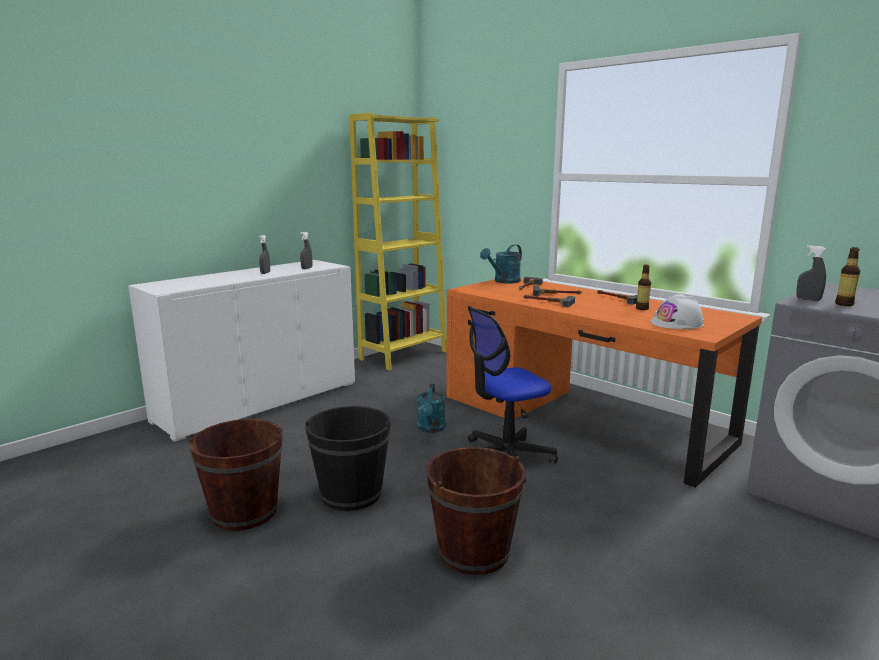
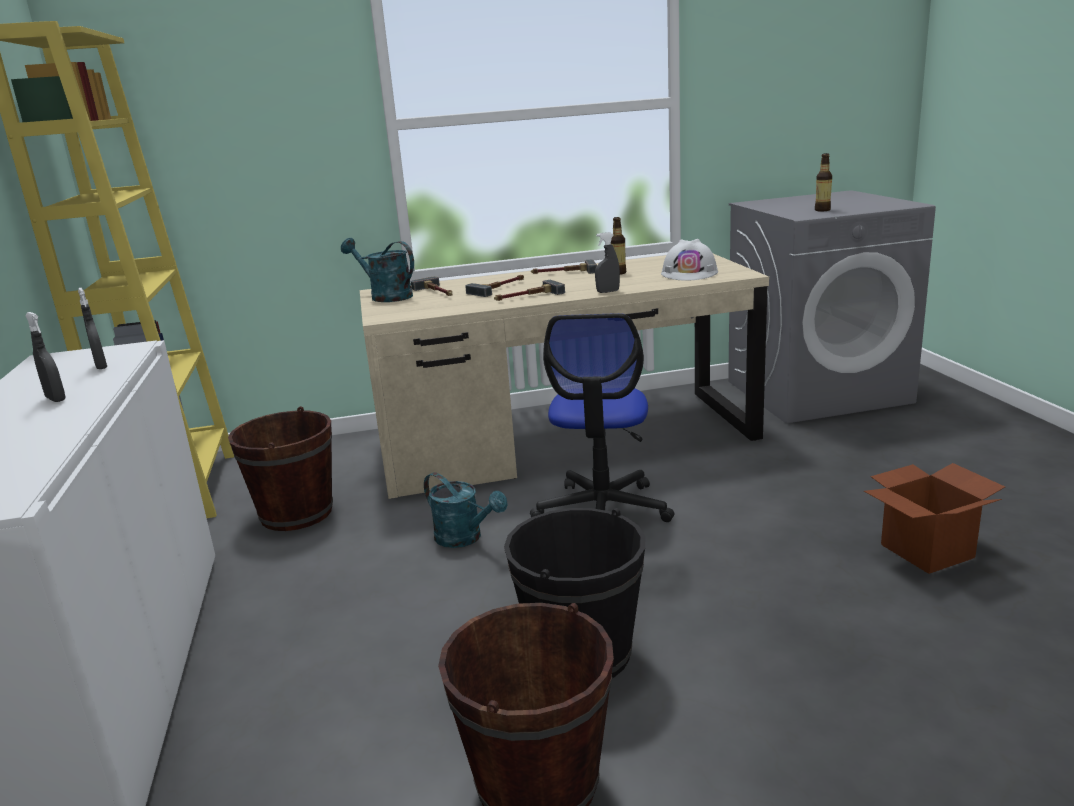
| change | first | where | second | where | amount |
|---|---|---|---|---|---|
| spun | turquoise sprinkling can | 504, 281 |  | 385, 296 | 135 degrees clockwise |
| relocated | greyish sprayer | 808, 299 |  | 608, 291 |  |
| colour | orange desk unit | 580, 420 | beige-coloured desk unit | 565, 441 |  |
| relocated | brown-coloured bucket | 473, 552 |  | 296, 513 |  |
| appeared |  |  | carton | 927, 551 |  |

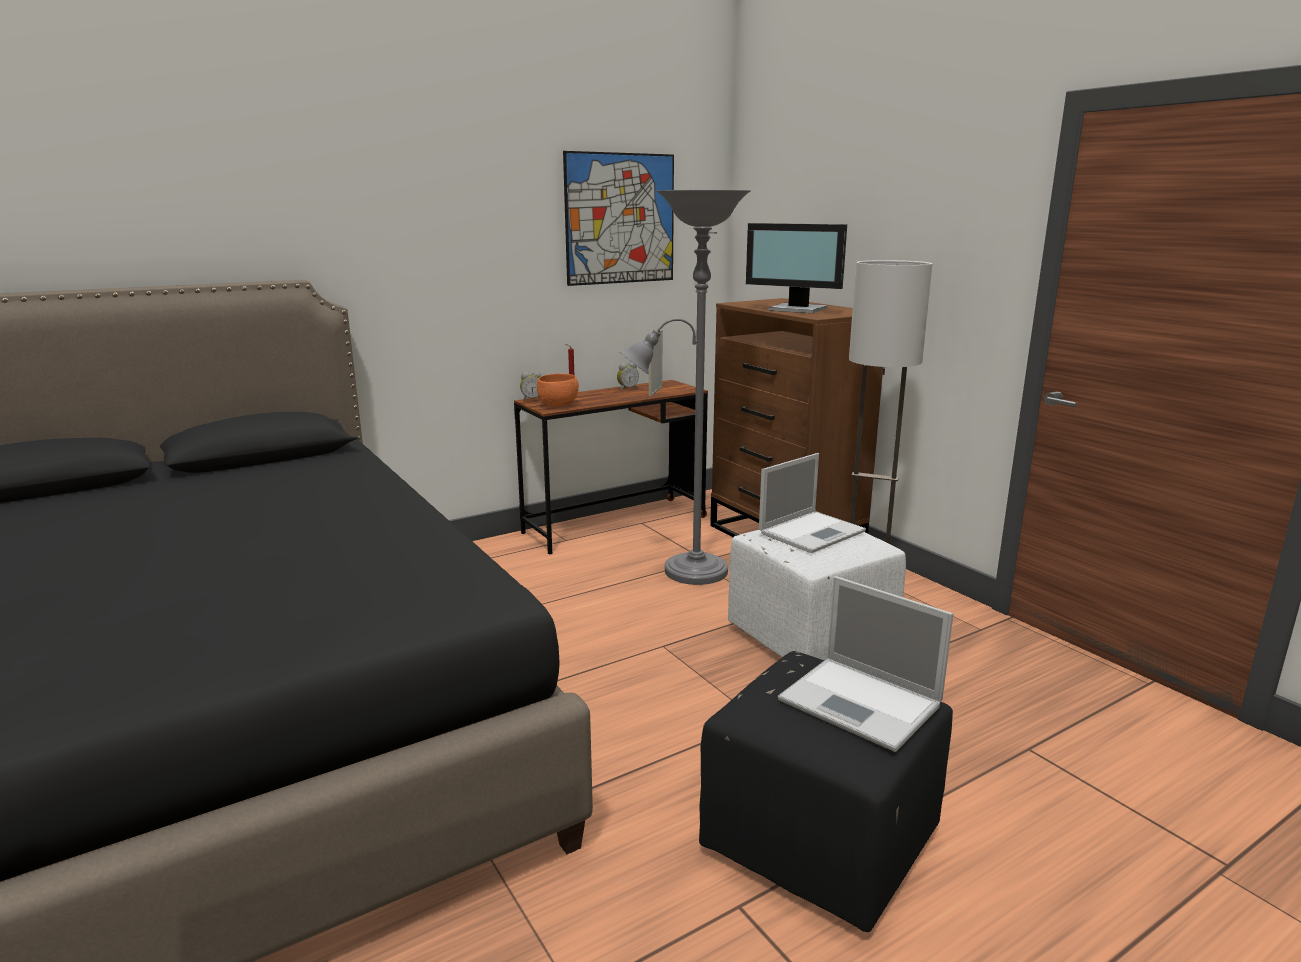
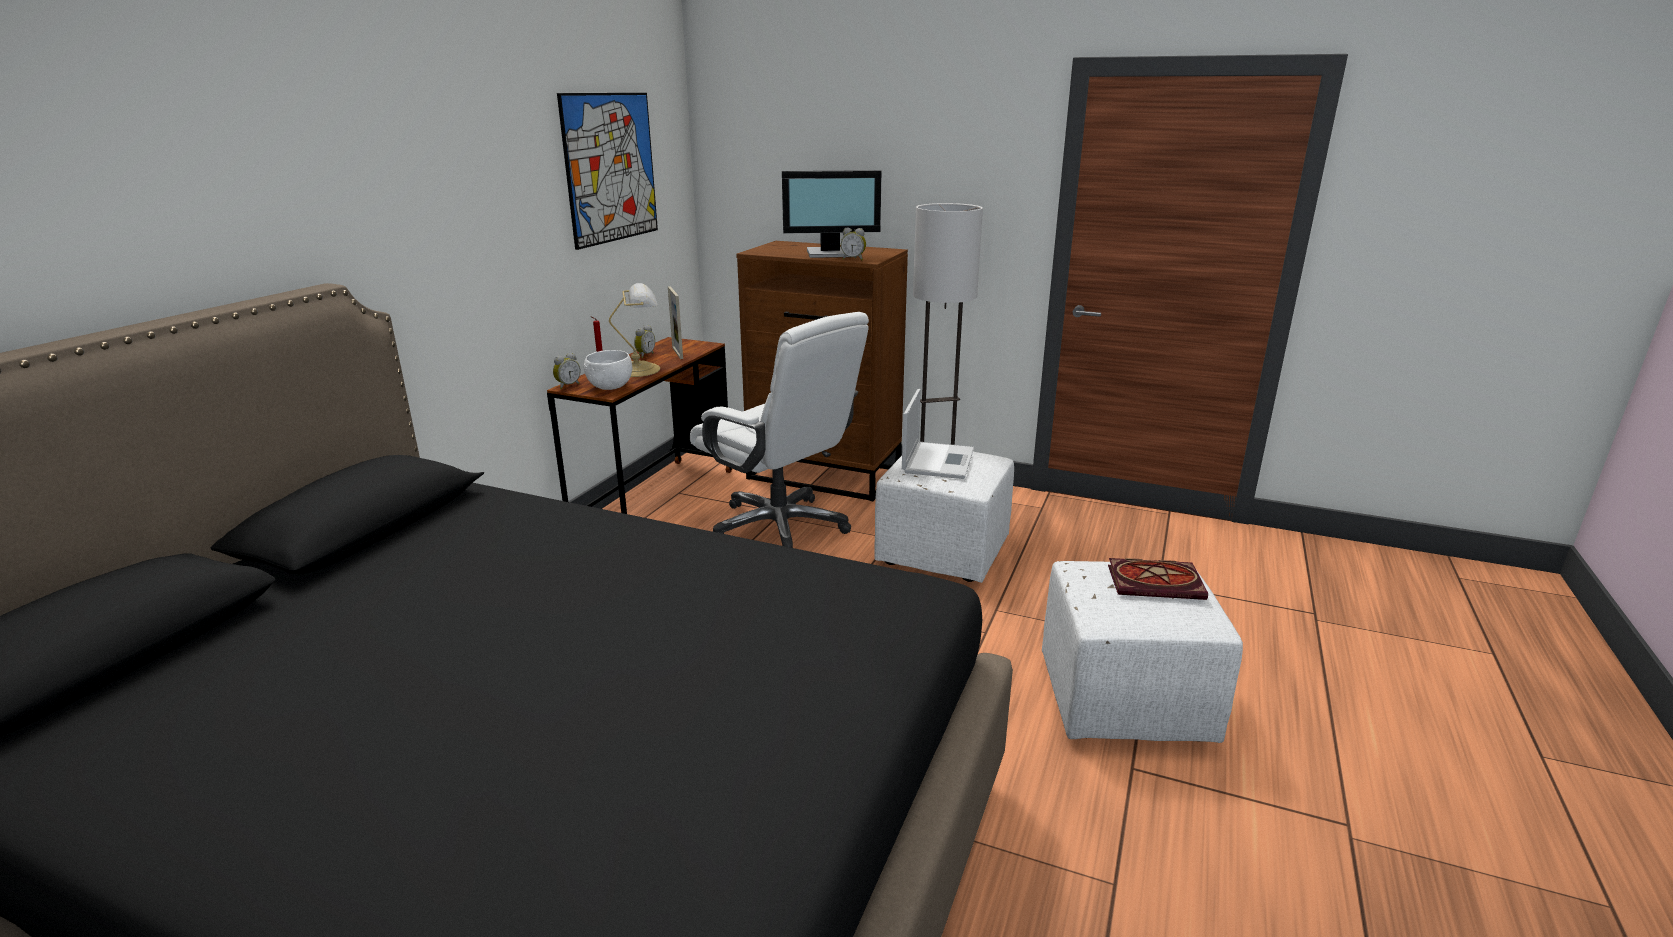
| change | first | where | second | where | amount |
|---|---|---|---|---|---|
| exchanged | greyish floor lamp | 687, 572 | white-coloured computer chair | 780, 528 |  |
| colour | orange serving bowl | 557, 405 | white-coloured serving bowl | 609, 387 |  |
| exchanged | notebook computer | 862, 703 | volume | 1157, 582 |  |
| colour | black-coloured ottoman | 823, 842 | white-coloured ottoman | 1126, 700 |  |
| appeared |  |  | alarm clock | 853, 259 |  |
| appeared |  |  | table lamp | 639, 369 |  |

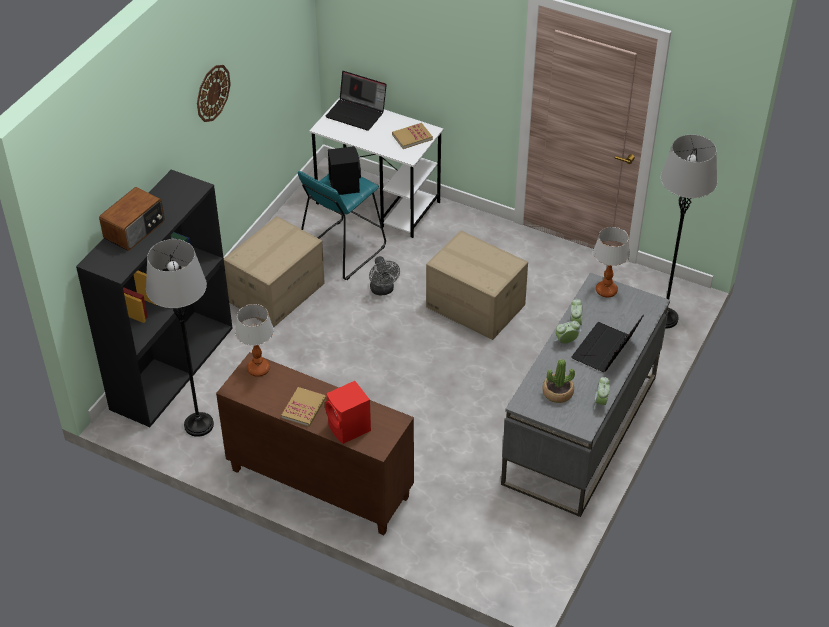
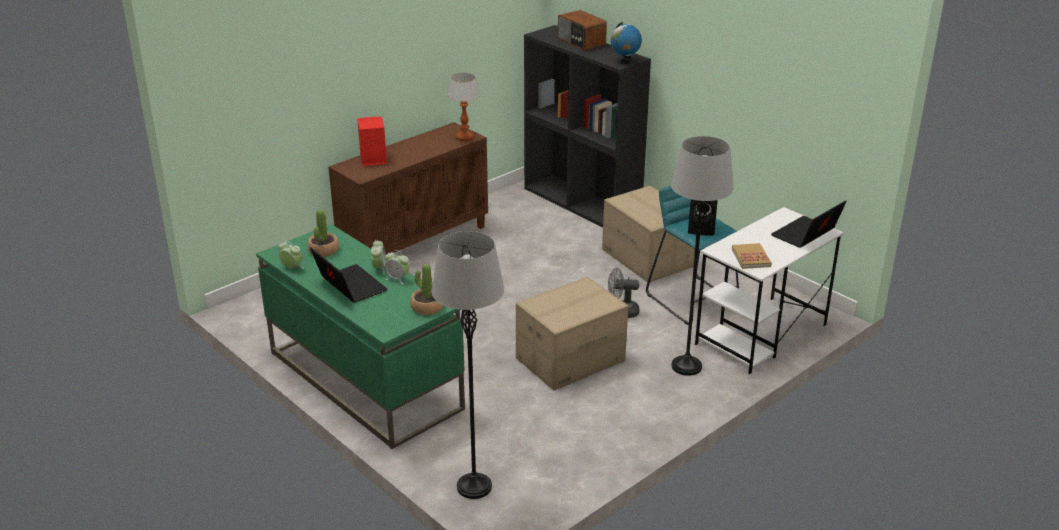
| change | first | where | second | where | amount |
|---|---|---|---|---|---|
| missing | wall clock | 212, 93 |  |  |  |
| exchanged | table lamp | 606, 291 | potted plant | 427, 307 |  |
| relocated | greyish floor lamp | 199, 425 |  | 686, 366 |  |
| colour | greyish desk unit | 580, 431 | green-coloured desk unit | 364, 380 |  |
| missing | volume | 303, 408 |  |  |  |
| appeared |  |  | desk globe | 625, 62 |  |

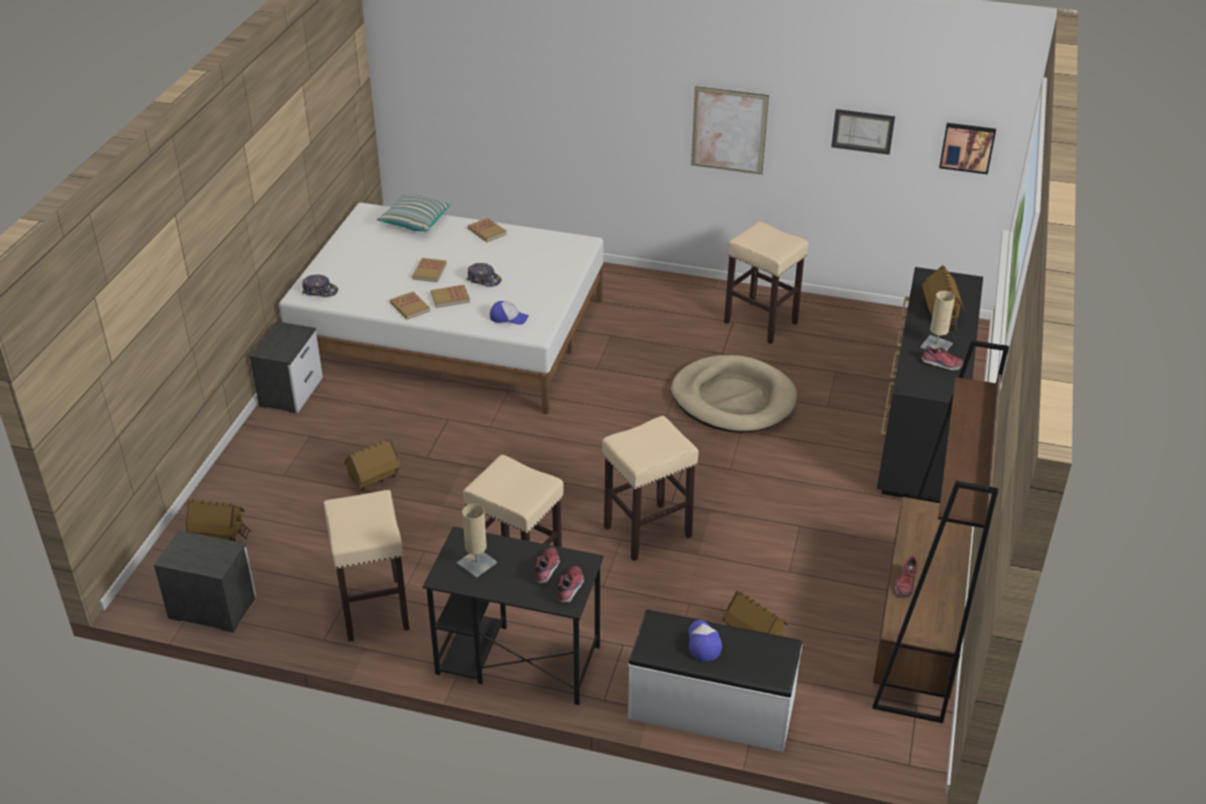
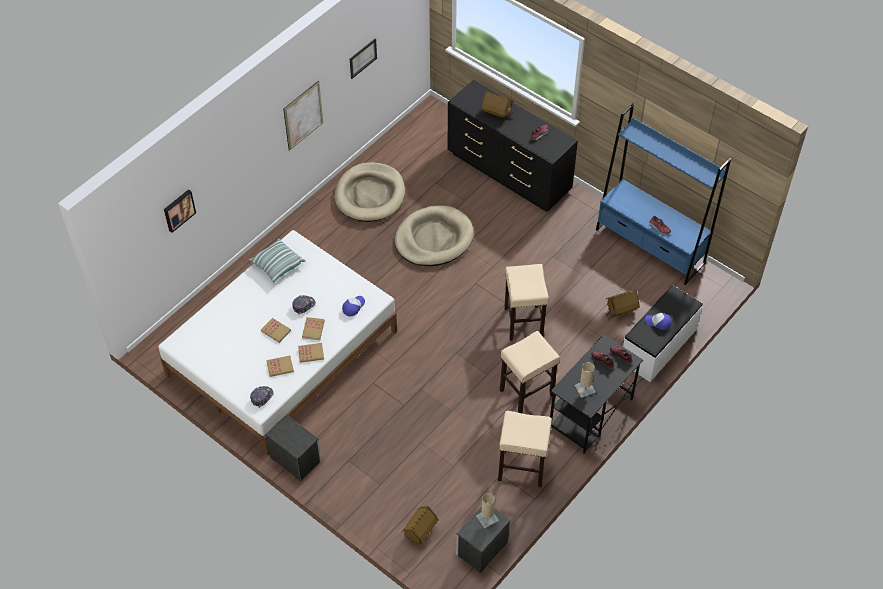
| change | first | where | second | where | amount |
|---|---|---|---|---|---|
| relocated | wall art | 967, 147 |  | 178, 210 |  |
| relocated | pillow | 414, 222 |  | 277, 265 |  |
| relocated | volume | 487, 231 |  | 280, 367 |  |
| exchanged | beige-coloured stool seat | 761, 323 | beige-coloured pet bed | 370, 195 |  |
| relocated | beige-coloured table lamp | 936, 346 |  | 487, 518 |  |
| colour | brown-coloured bookcase | 916, 637 | blue-coloured bookcase | 650, 246 |  |
| missing | model house | 375, 479 |  |  |  |

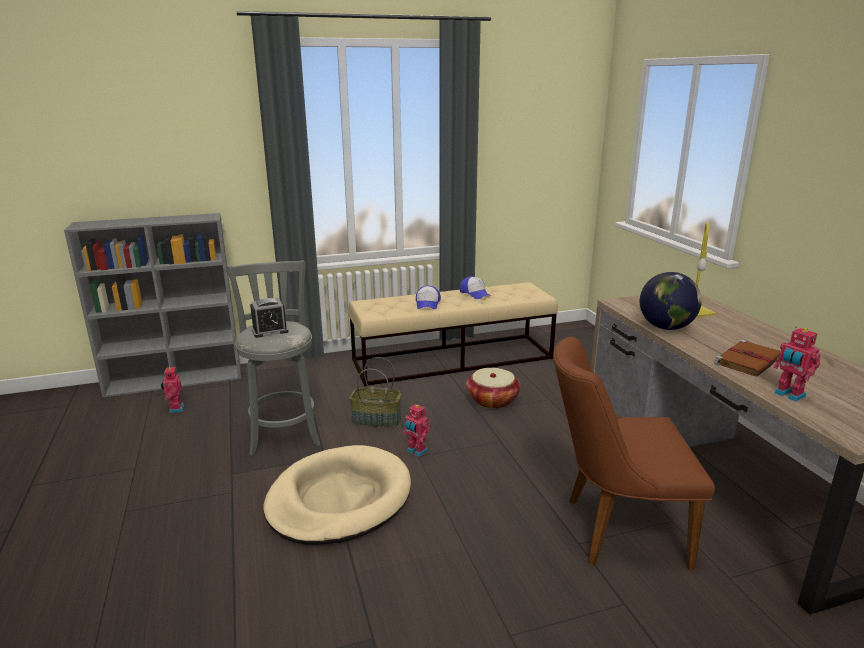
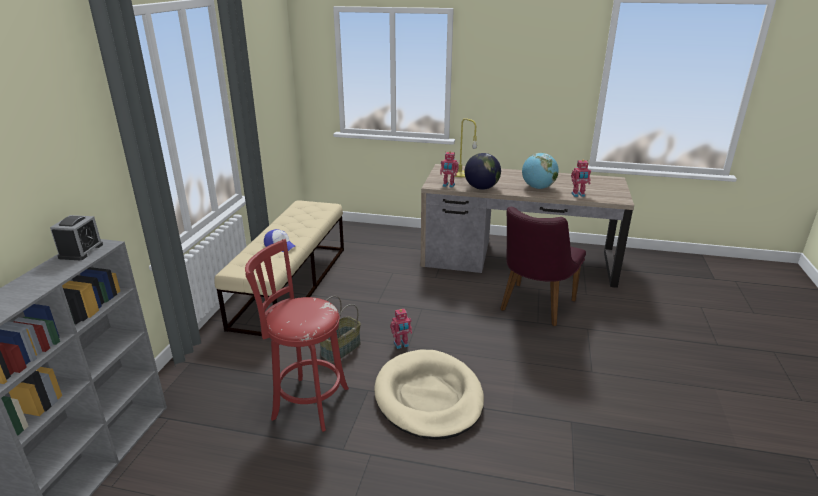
| change | first | where | second | where | amount |
|---|---|---|---|---|---|
| colour | greyish stool seat | 284, 432 | red-coloured stool seat | 306, 402 |  |
| missing | cap | 475, 293 |  |  |  |
| relocated | alarm clock | 270, 331 |  | 81, 251 |  |
| colour | brown-coloured plain chair | 613, 529 | purple plain chair | 534, 307 |  |
| exchanged | brown-coloured volume | 748, 360 | desk globe | 538, 188 |  |
| relocated | robot figure | 175, 408 |  | 448, 185 |  |
| missing | storage basket | 492, 400 |  |  |  |

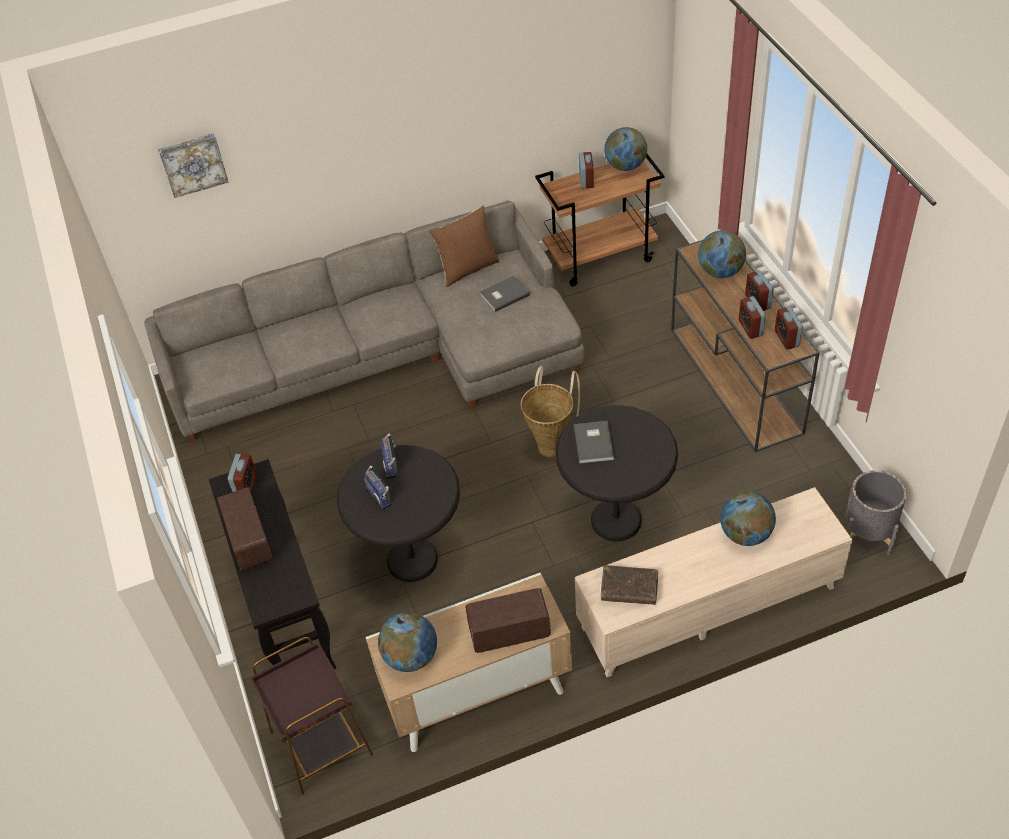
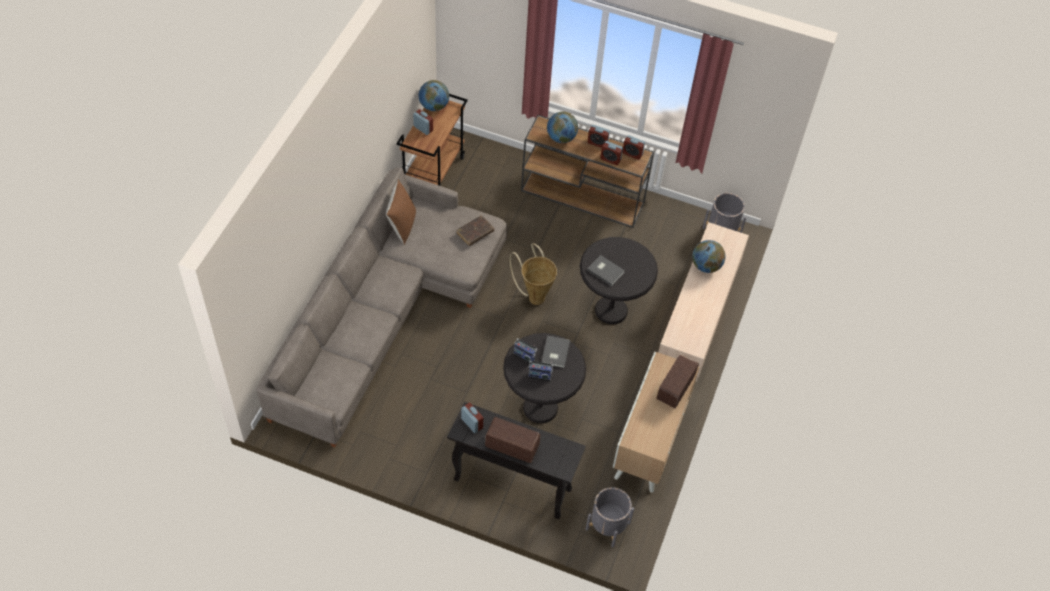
| change | first | where | second | where | amount |
|---|---|---|---|---|---|
| missing | wall art | 193, 163 |  |  |  |
| relocated | greyish volume | 503, 295 |  | 554, 352 |  |
| relocated | brown-coloured volume | 629, 589 |  | 475, 233 |  |
| missing | desk globe | 411, 656 |  |  |  |
| exchanged | brown-coloured side table | 321, 742 | greyish planter | 608, 526 |  |

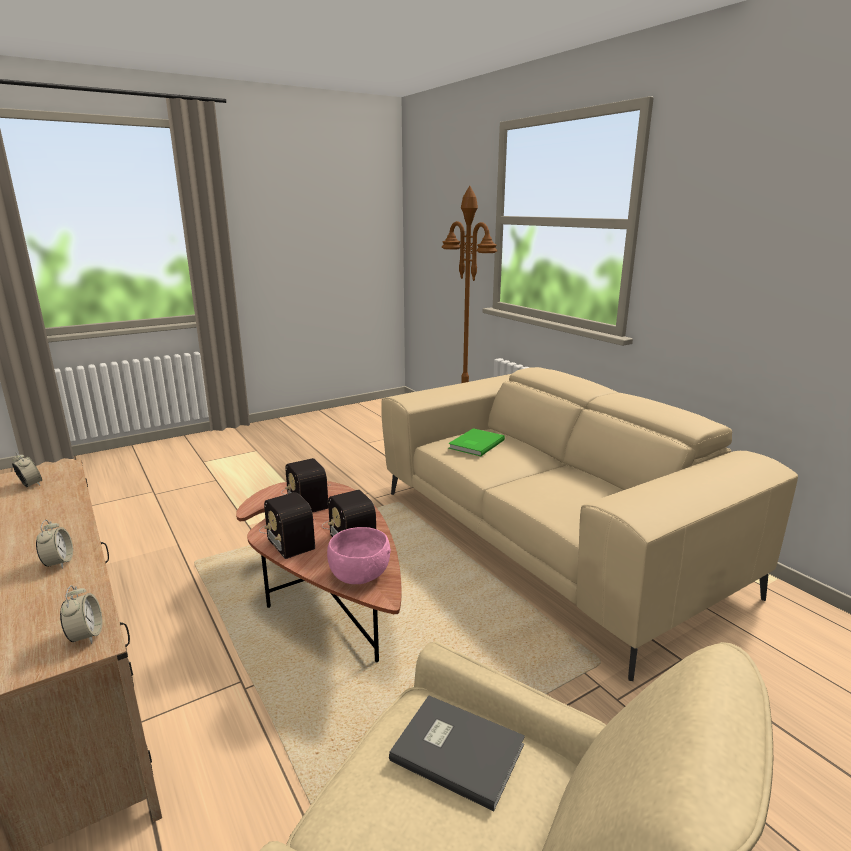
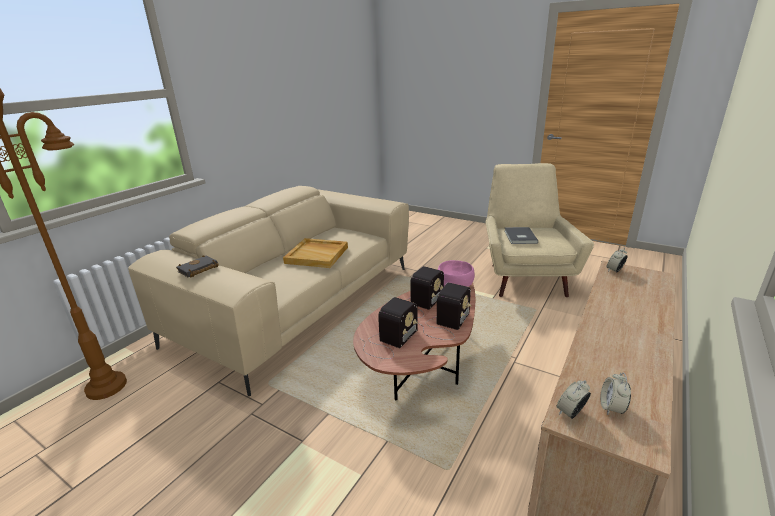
| change | first | where | second | where | amount |
|---|---|---|---|---|---|
| missing | green-coloured volume | 475, 444 |  |  |  |
| relocated | alarm clock | 59, 562 |  | 571, 413 |  |
| appeared |  |  | beige-coloured carrying tray | 317, 255 |  |
| appeared |  |  | black-coloured volume | 198, 270 |  |

